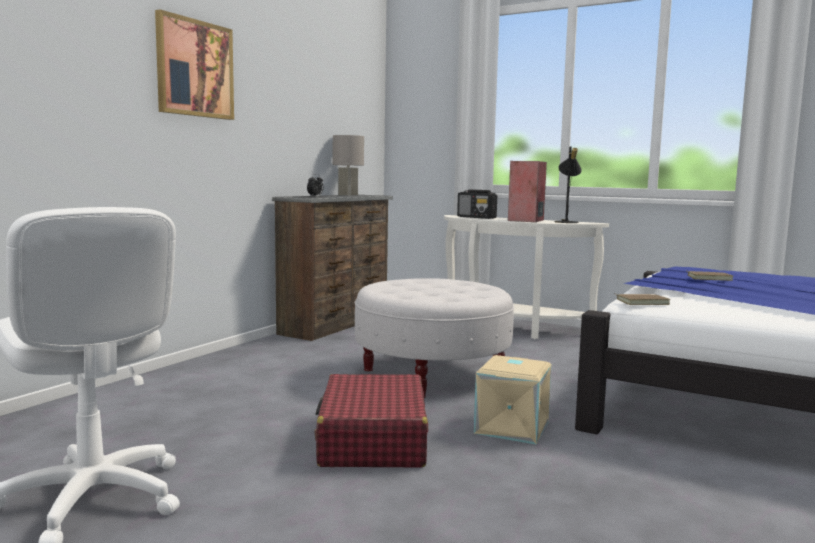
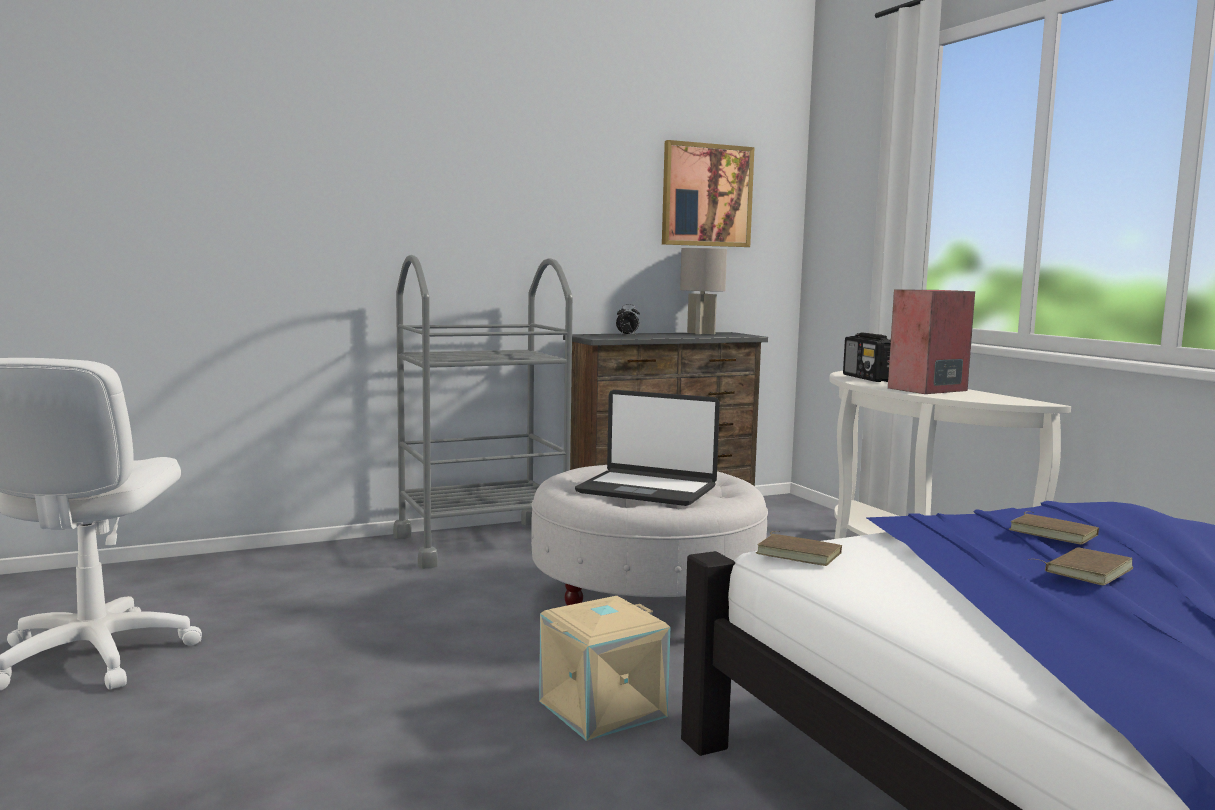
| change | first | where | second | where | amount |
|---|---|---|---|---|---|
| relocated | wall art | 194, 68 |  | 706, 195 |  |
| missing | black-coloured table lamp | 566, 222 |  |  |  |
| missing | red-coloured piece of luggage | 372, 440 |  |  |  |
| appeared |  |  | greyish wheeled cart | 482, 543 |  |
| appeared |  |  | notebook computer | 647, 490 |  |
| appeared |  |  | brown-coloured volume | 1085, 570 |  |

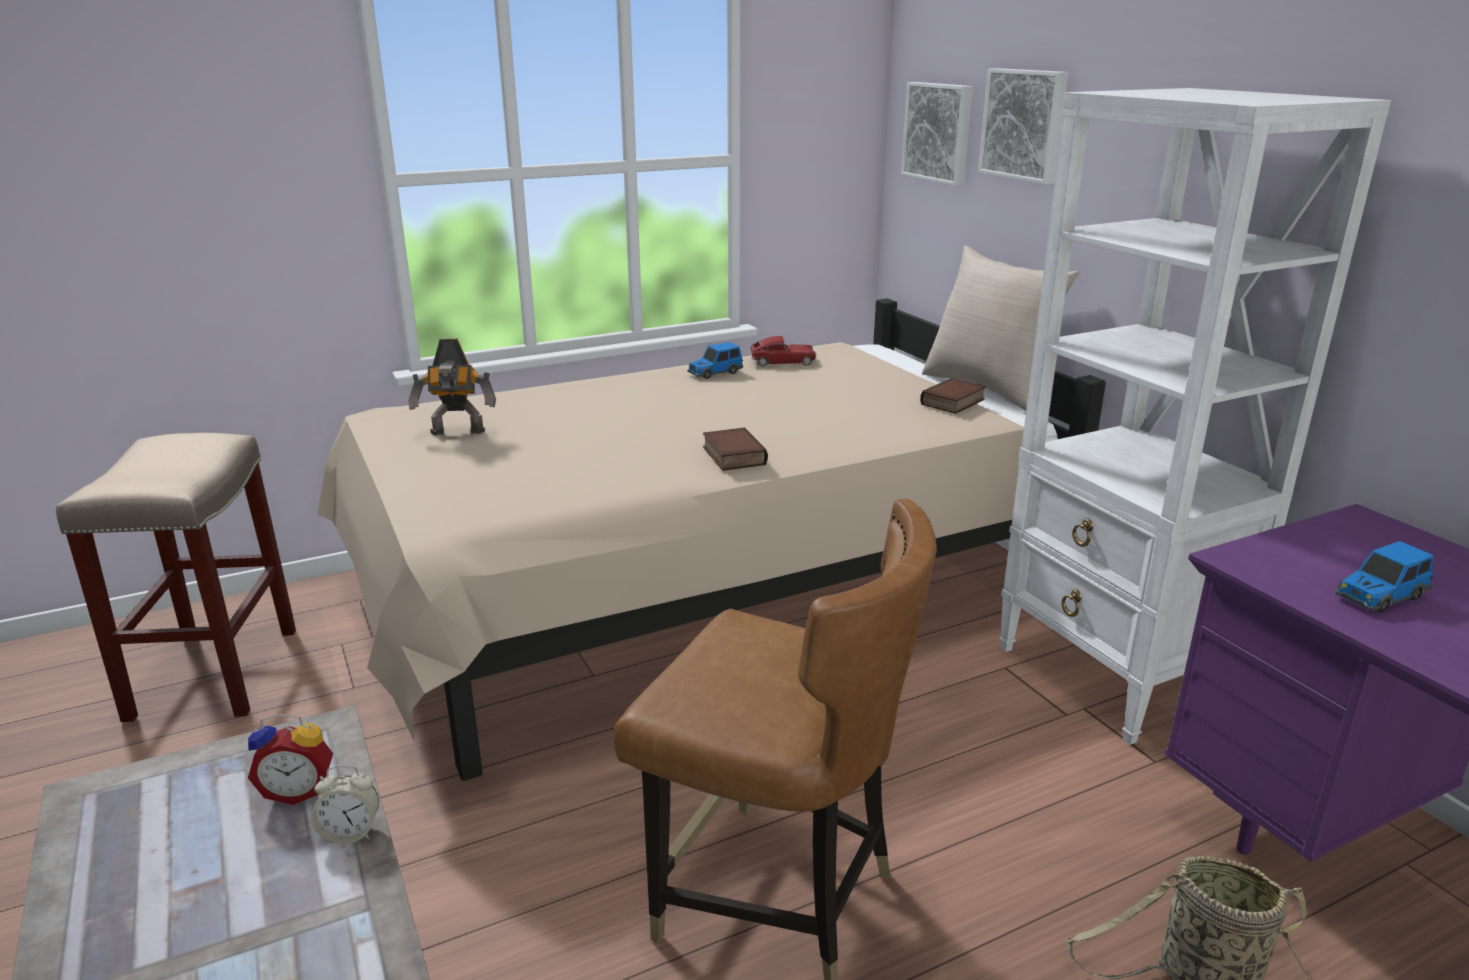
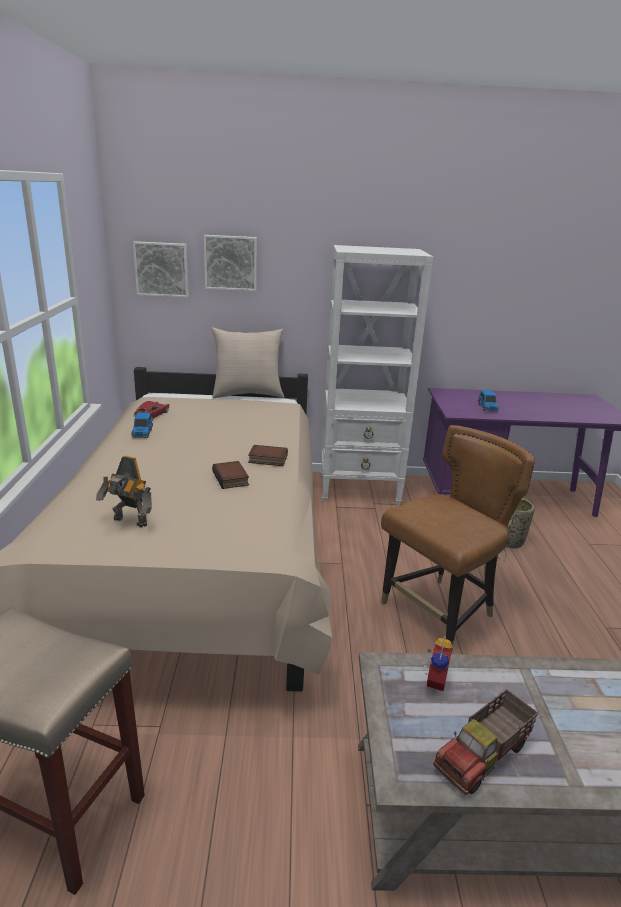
| change | first | where | second | where | amount |
|---|---|---|---|---|---|
| spun | robot figure | 458, 433 |  | 129, 522 | 90 degrees clockwise |
| relocated | volume | 954, 402 |  | 232, 479 |  |
| missing | alarm clock | 350, 833 |  |  |  |
| appeared |  |  | model truck | 484, 756 |  |

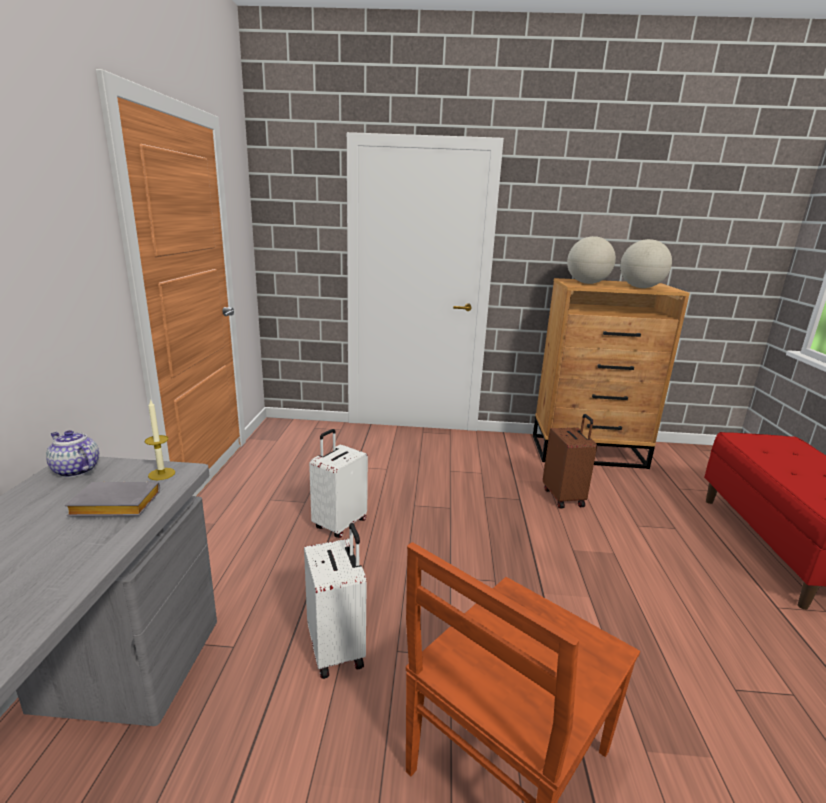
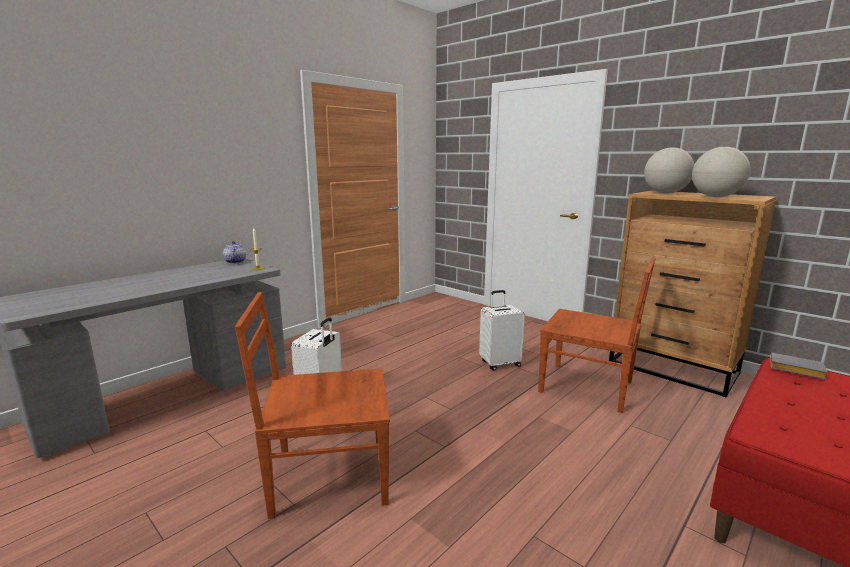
| change | first | where | second | where | amount |
|---|---|---|---|---|---|
| exchanged | brown-coloured piece of luggage | 564, 497 | brown-coloured plain chair | 588, 387 |  |
| relocated | white-coloured piece of luggage | 339, 524 |  | 499, 363 |  |
| relocated | greyish volume | 113, 506 |  | 794, 370 |  |

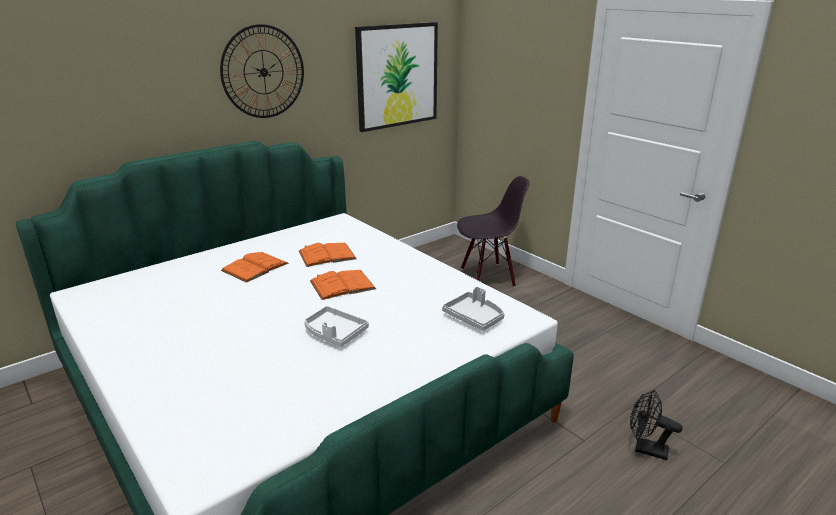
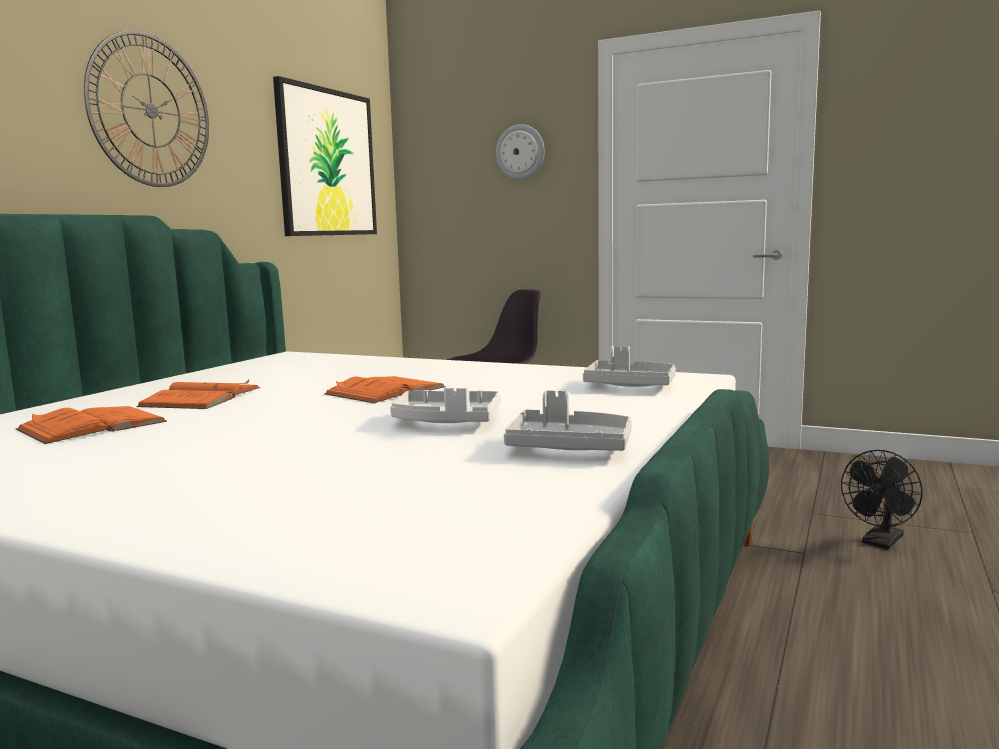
| change | first | where | second | where | amount |
|---|---|---|---|---|---|
| relocated | orange volume | 327, 255 |  | 92, 425 |  |
| spun | black-coloured fan | 645, 449 |  | 880, 542 | 45 degrees counterclockwise |
| appeared |  |  | wall clock | 520, 152 |  |
| appeared |  |  | greyish carrying tray | 569, 447 |  |

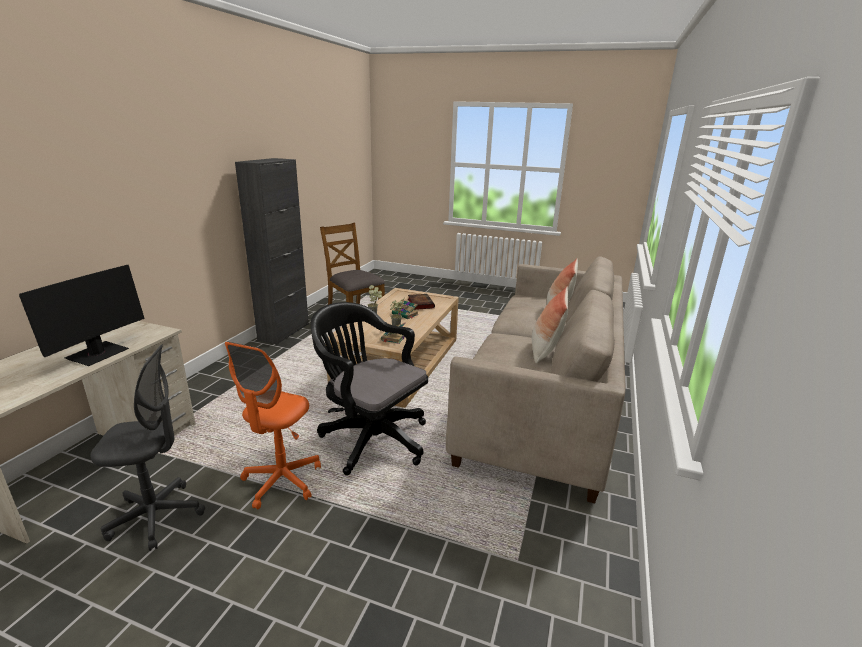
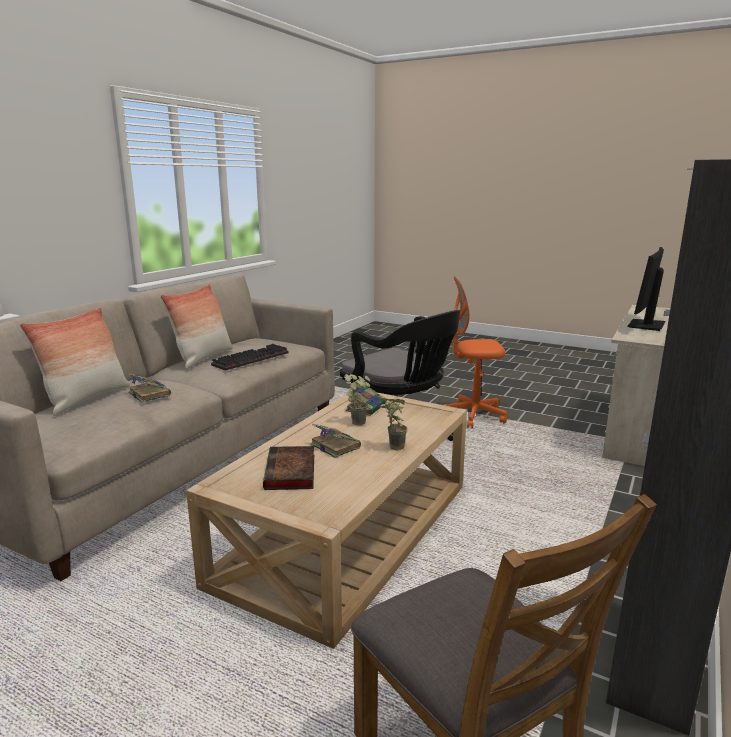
| change | first | where | second | where | amount |
|---|---|---|---|---|---|
| spun | orange computer chair | 282, 481 |  | 473, 415 | 120 degrees counterclockwise |
| missing | greyish computer chair | 157, 516 |  |  |  |
| appeared |  |  | keyboard | 251, 358 |  |
| appeared |  |  | volume | 149, 394 |  |

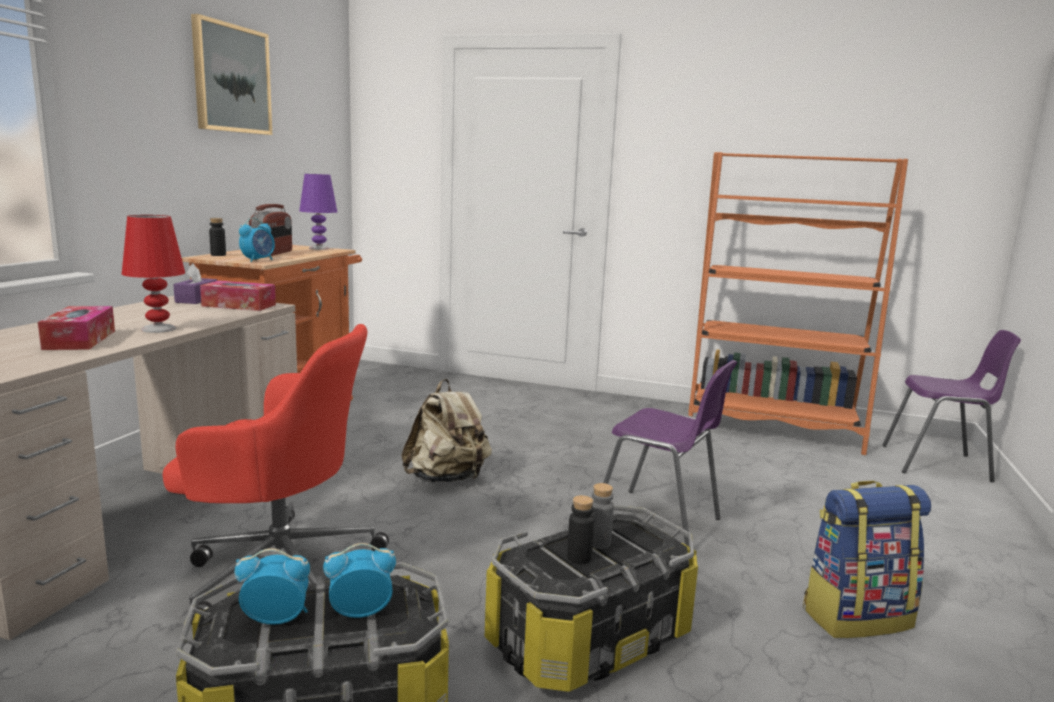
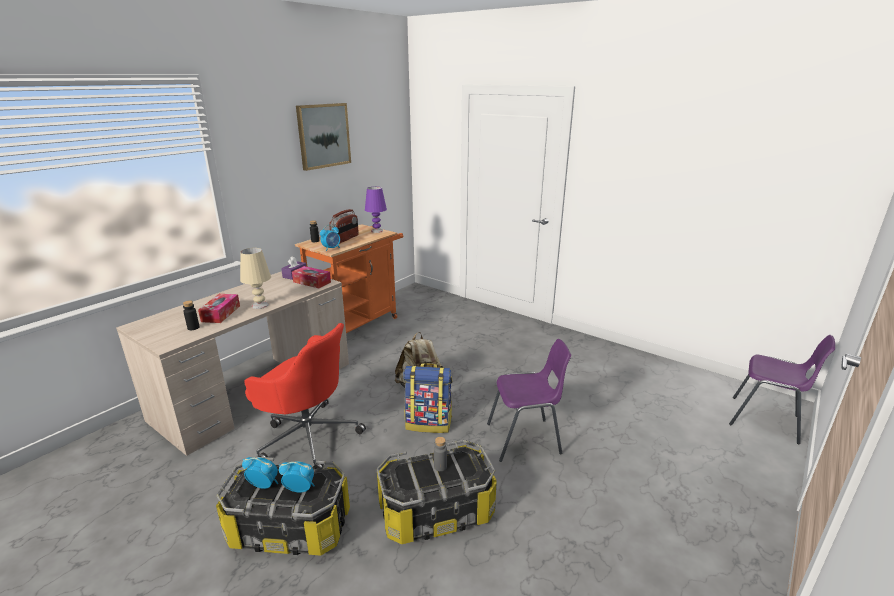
| change | first | where | second | where | amount |
|---|---|---|---|---|---|
| missing | orange bookcase | 771, 428 |  |  |  |
| colour | red-coloured table lamp | 159, 329 | beige-coloured table lamp | 260, 305 |  |
| spun | purple plain chair | 659, 522 |  | 525, 439 | 60 degrees counterclockwise |
| relocated | rucksack | 856, 616 |  | 429, 423 |  |
| relocated | black-coloured drink bottle | 579, 557 |  | 193, 327 |  |

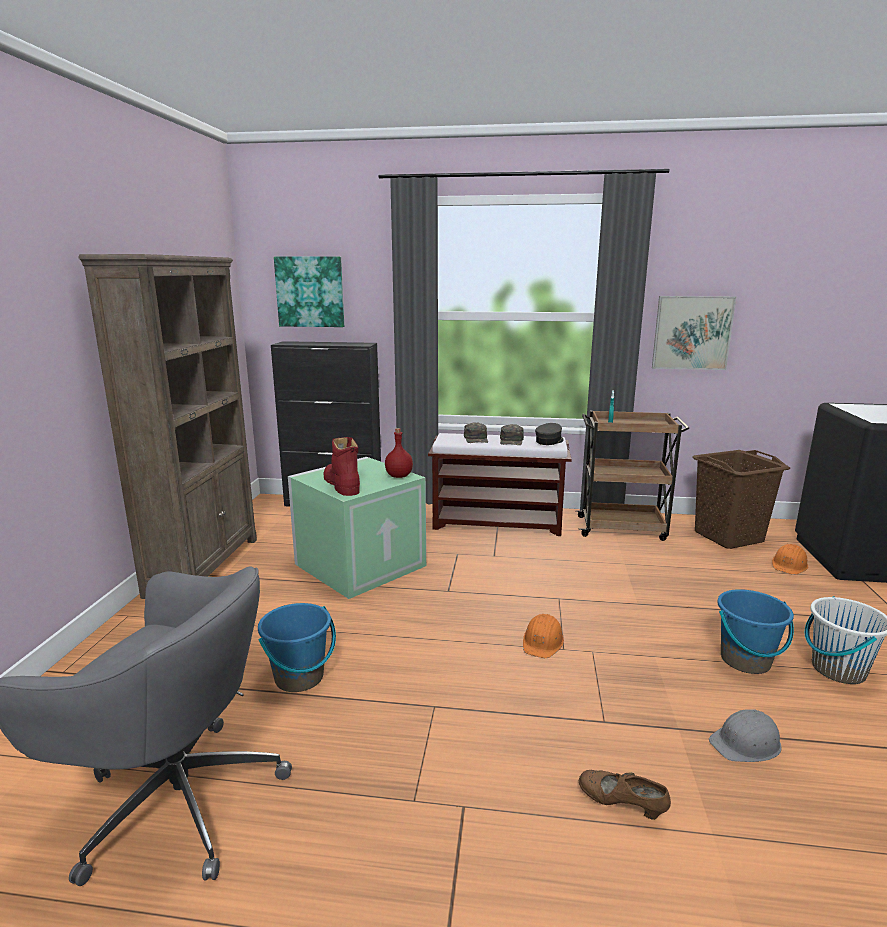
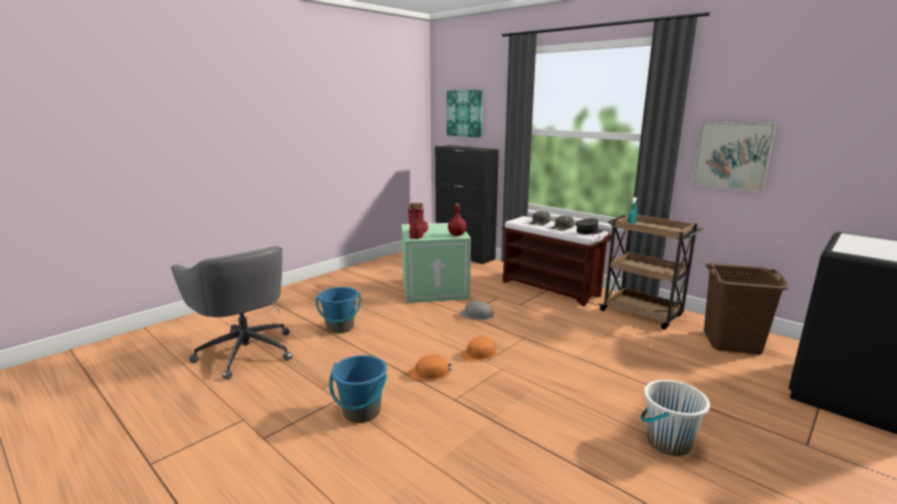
| change | first | where | second | where | amount |
|---|---|---|---|---|---|
| missing | brown-coloured bookcase | 204, 566 |  |  |  |
| relocated | orange hard hat | 789, 565 |  | 430, 373 |  |
| relocated | blue-coloured bucket | 745, 660 |  | 361, 412 |  |
| relocated | greyish hard hat | 746, 743 |  | 476, 315 |  |
| missing | brown-coloured shoe | 621, 805 |  |  |  |

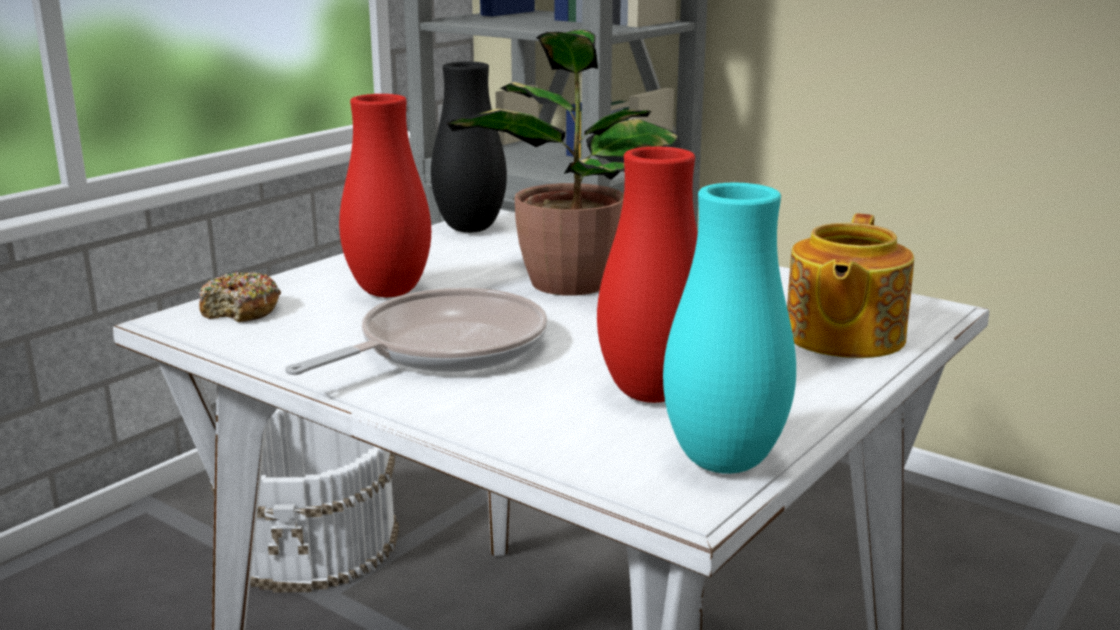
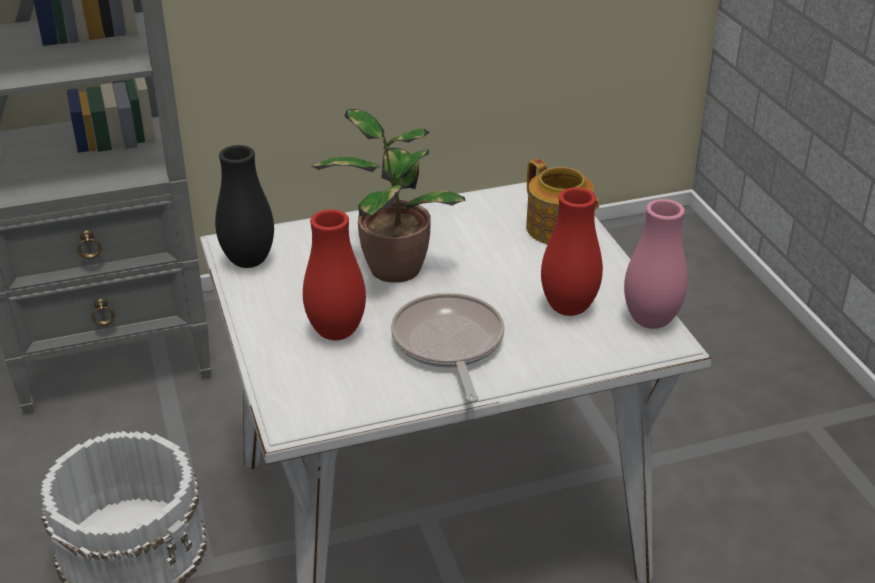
| change | first | where | second | where | amount |
|---|---|---|---|---|---|
| colour | turquoise flower vase | 723, 462 | pink-coloured flower vase | 650, 321 |  |
| missing | donut | 241, 310 |  |  |  |

